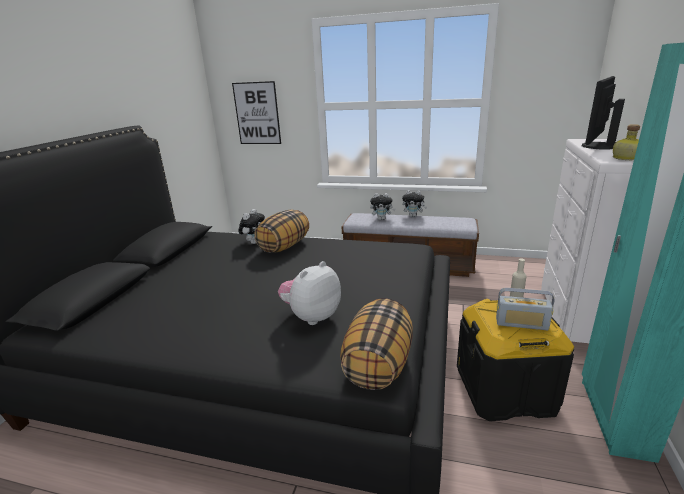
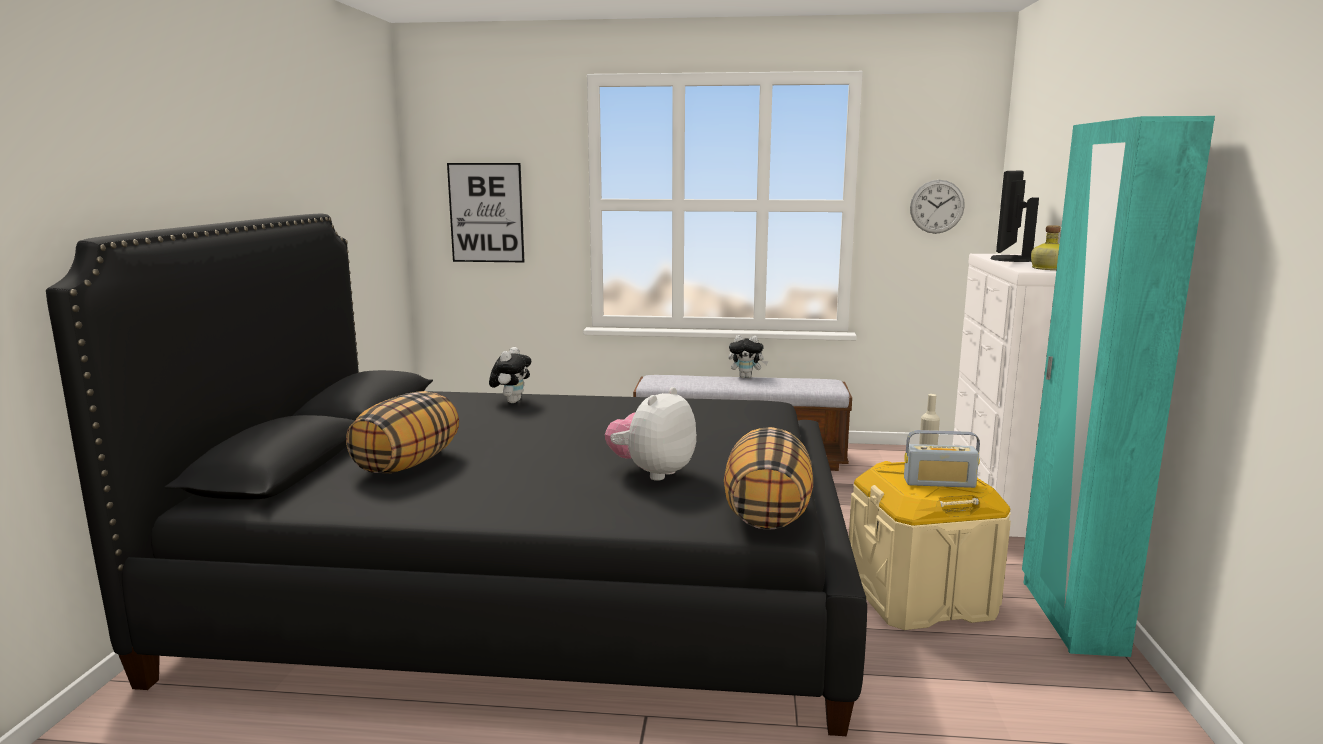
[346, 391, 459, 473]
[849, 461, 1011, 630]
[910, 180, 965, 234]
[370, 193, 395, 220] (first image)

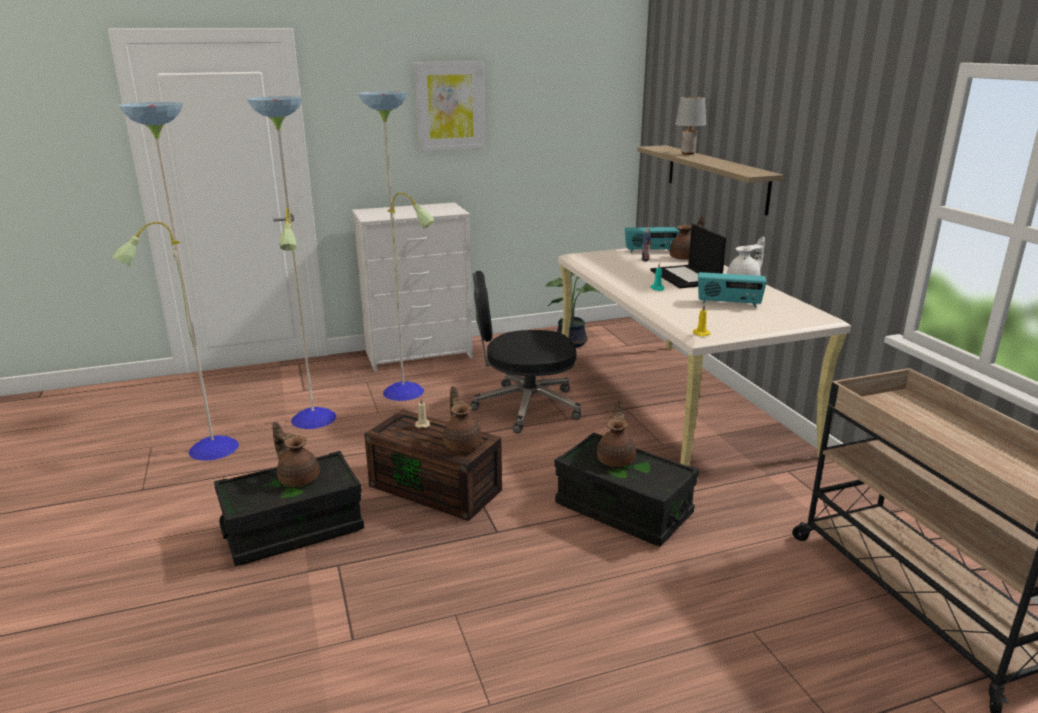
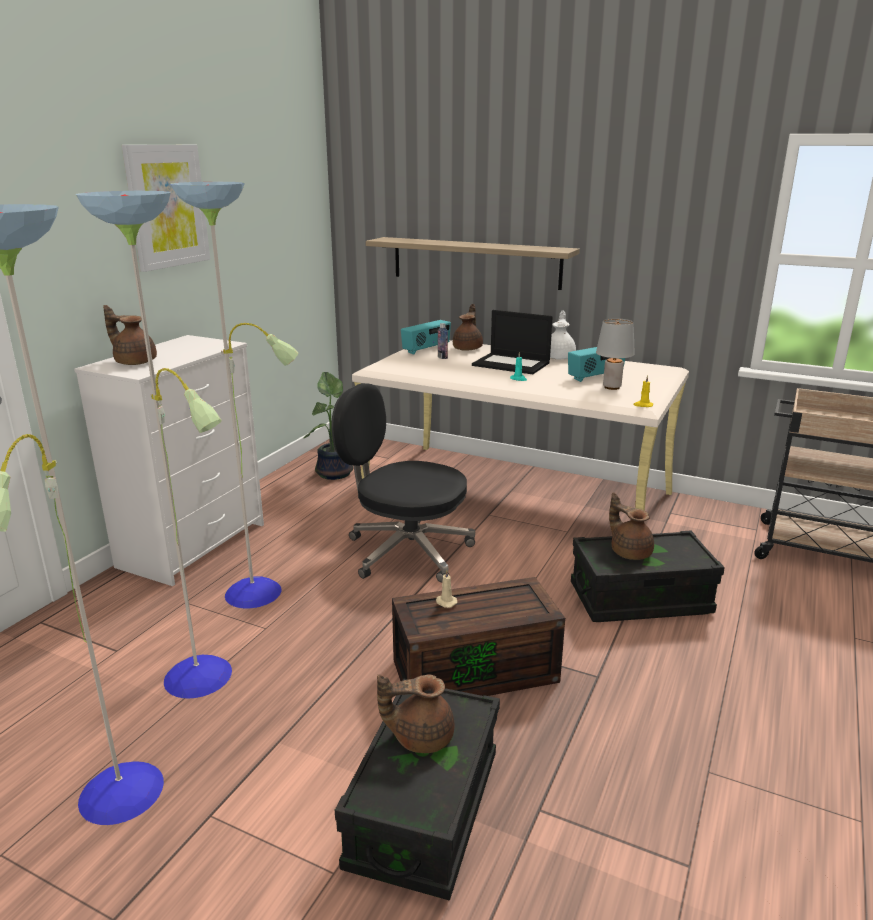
[103, 305, 157, 365]
[332, 383, 475, 582]
[596, 318, 635, 390]

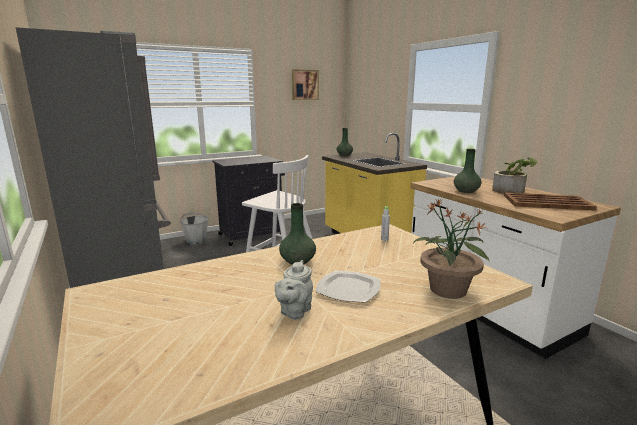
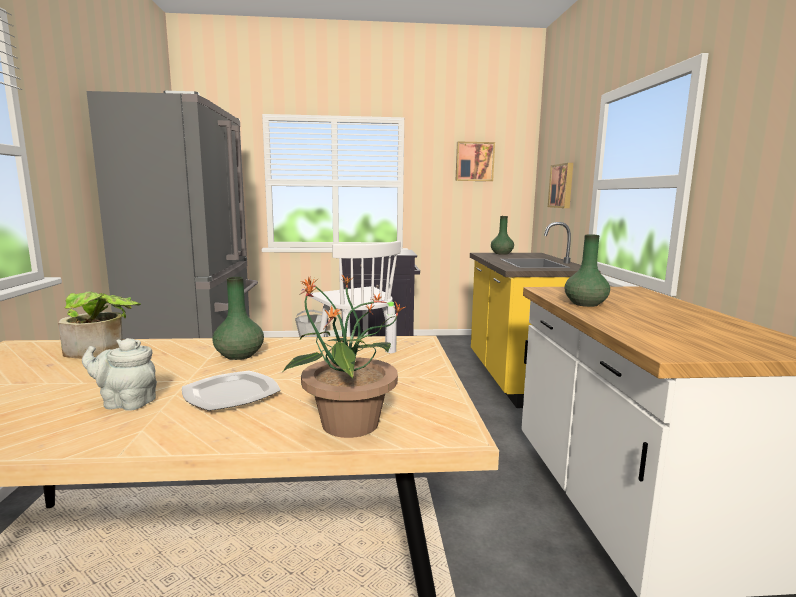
[58, 291, 141, 359]
[82, 338, 157, 411]
[548, 163, 573, 208]
[504, 192, 597, 211] (first image)

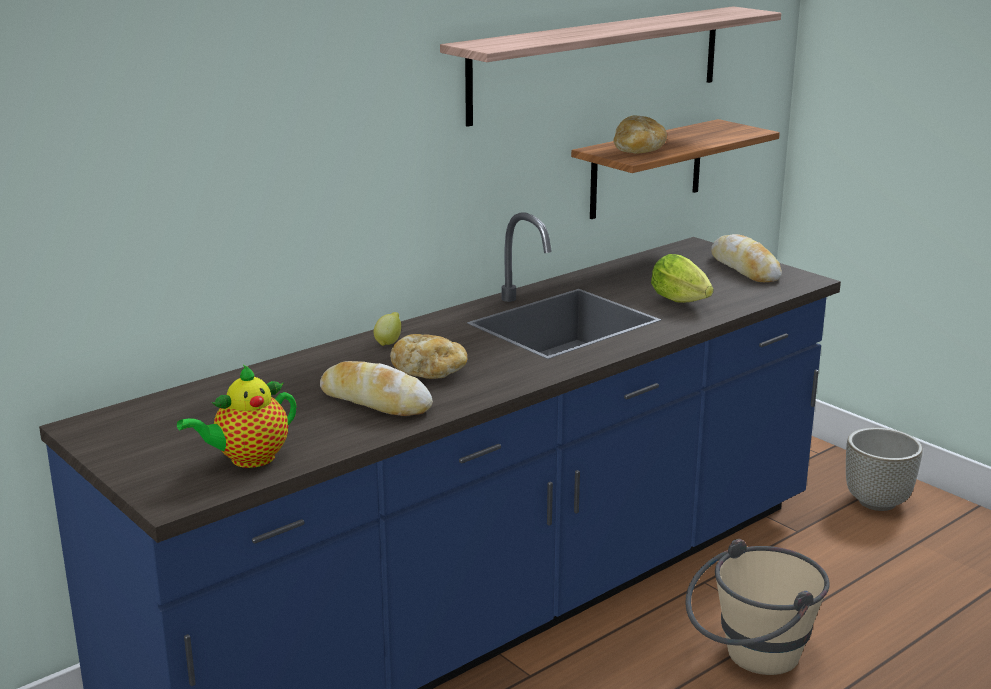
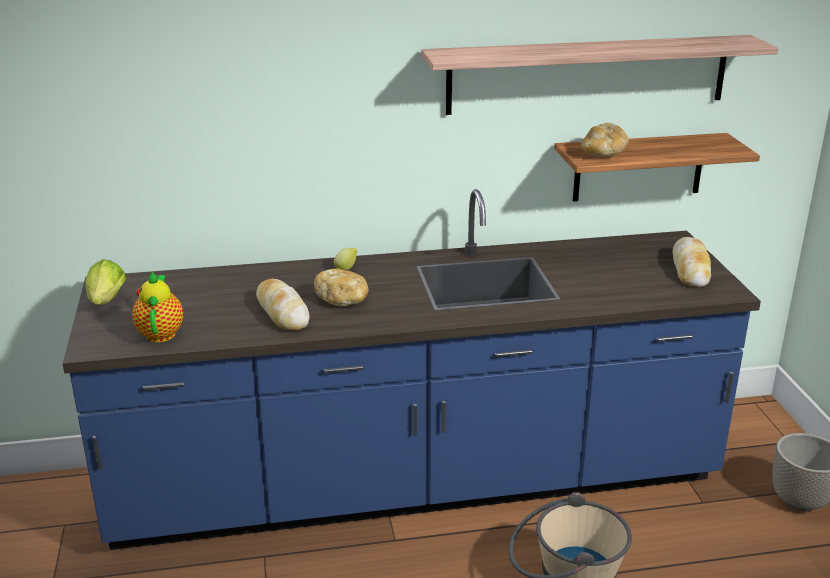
[85, 259, 126, 305]
[132, 271, 183, 343]

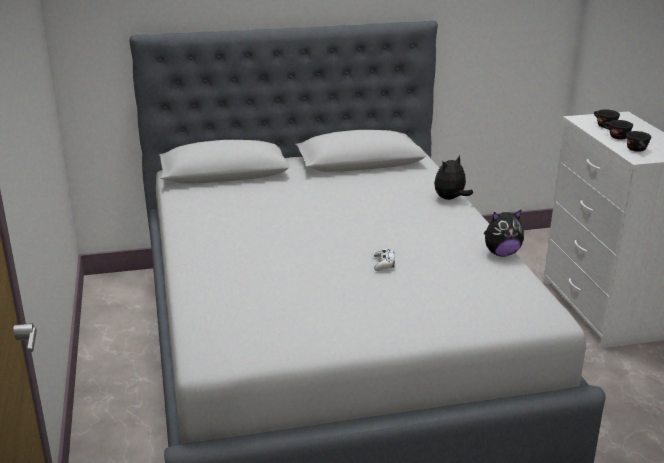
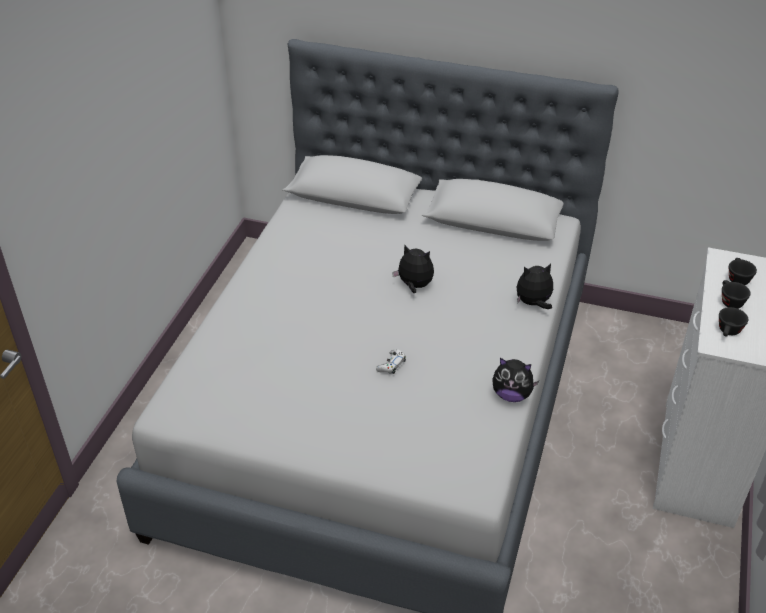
[392, 245, 434, 293]

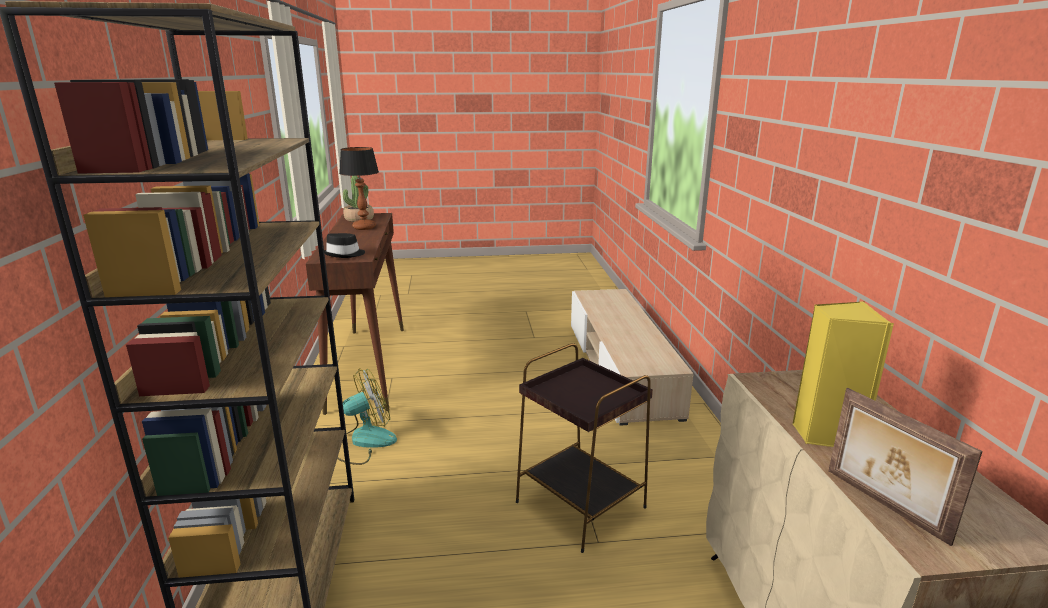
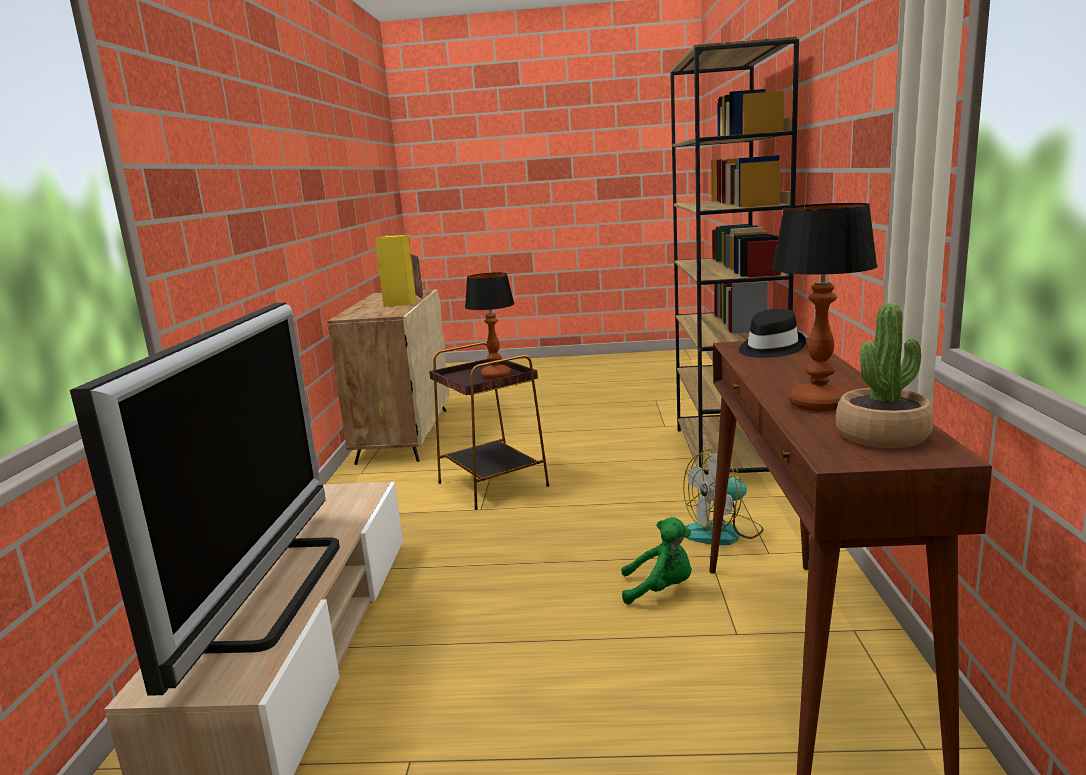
[70, 302, 340, 696]
[465, 272, 515, 379]
[621, 517, 692, 604]

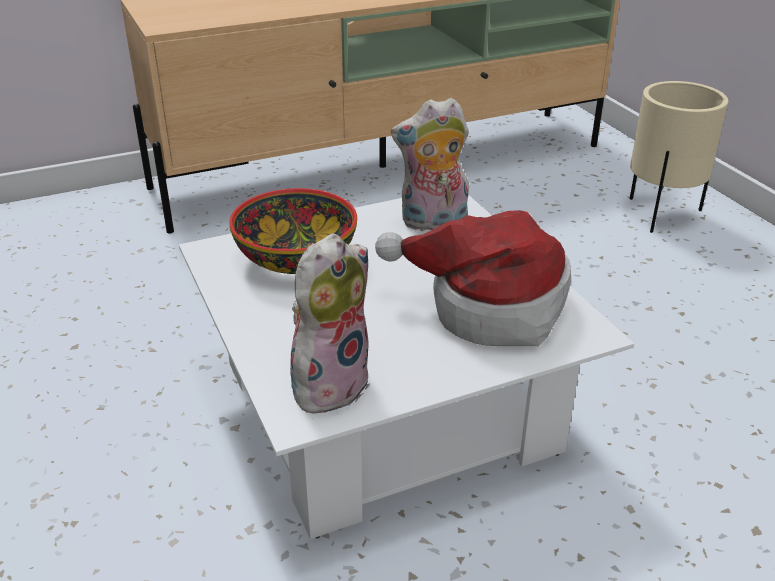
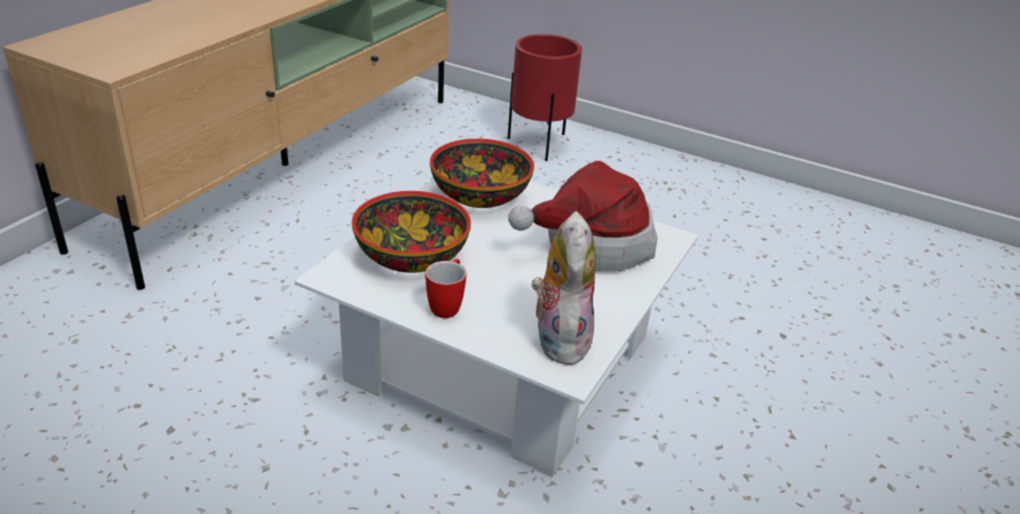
[425, 259, 466, 318]
[430, 139, 534, 208]
[508, 34, 582, 161]

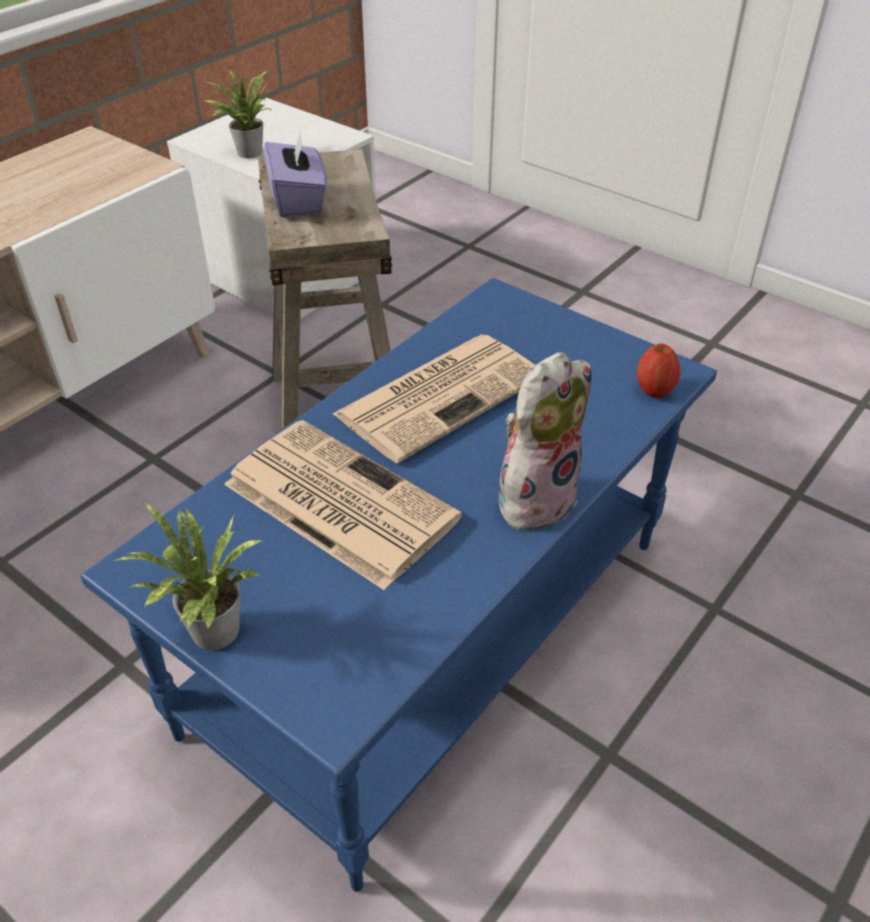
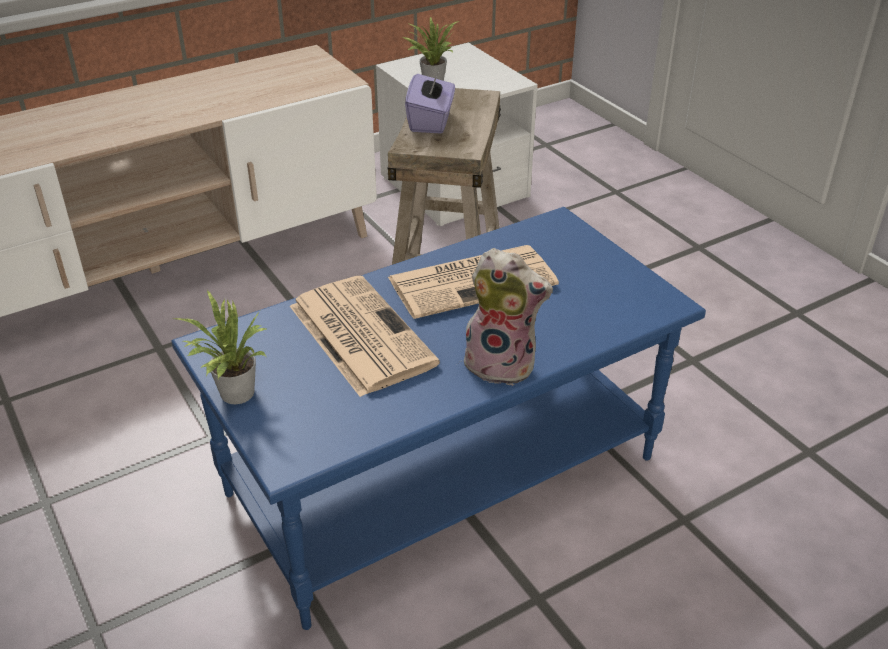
[459, 248, 553, 386]
[637, 343, 680, 398] (first image)

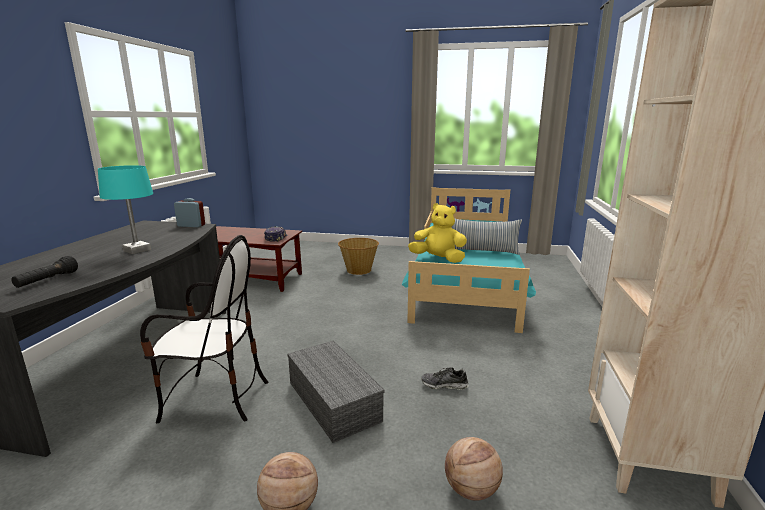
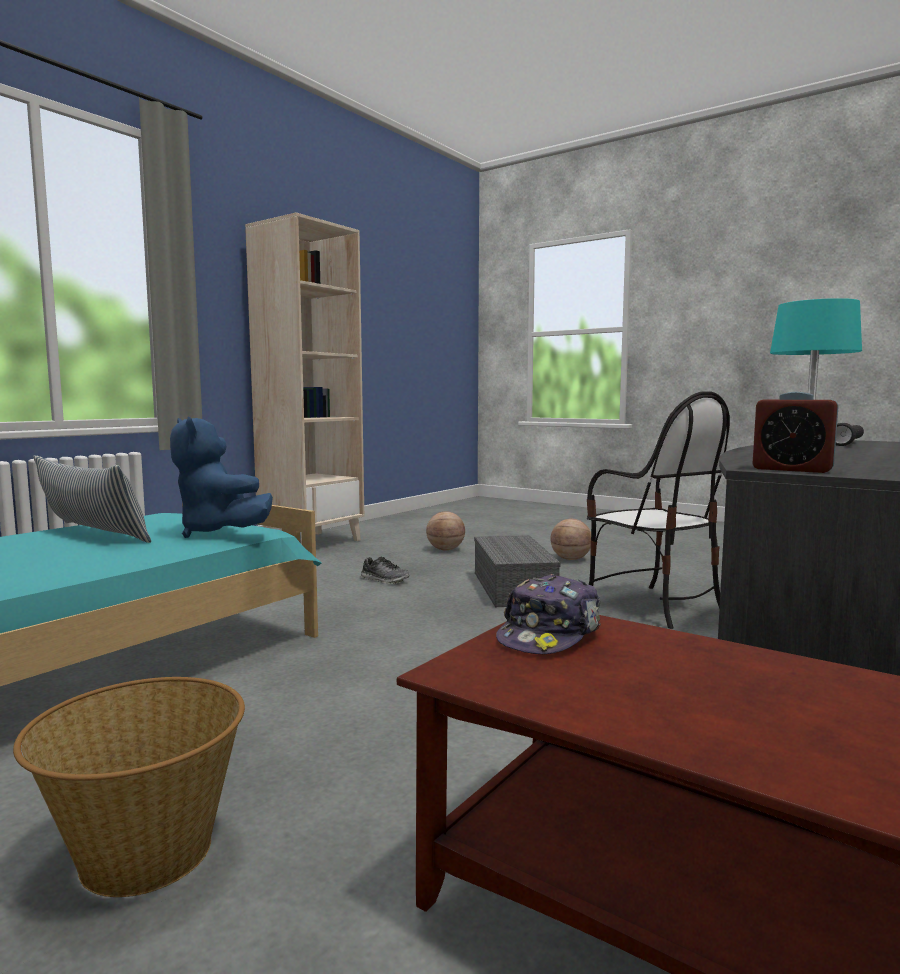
[170, 417, 273, 538]
[587, 391, 730, 629]

